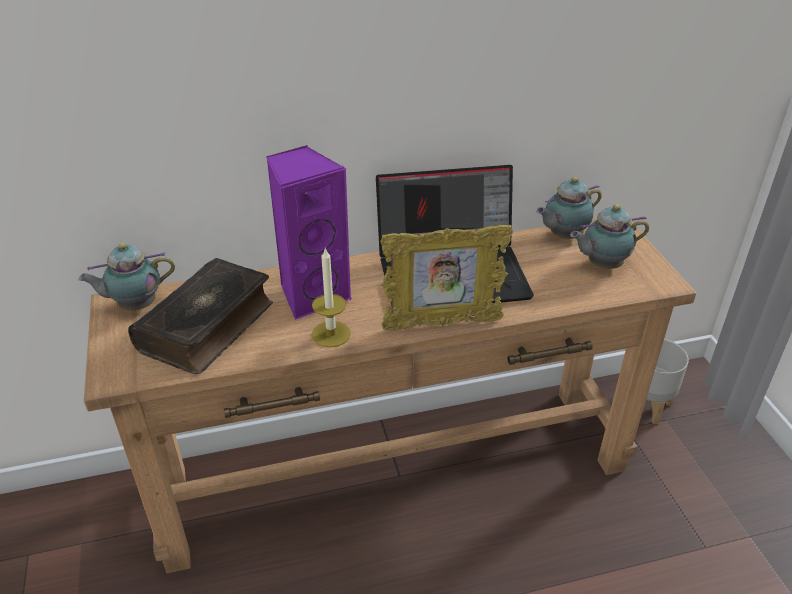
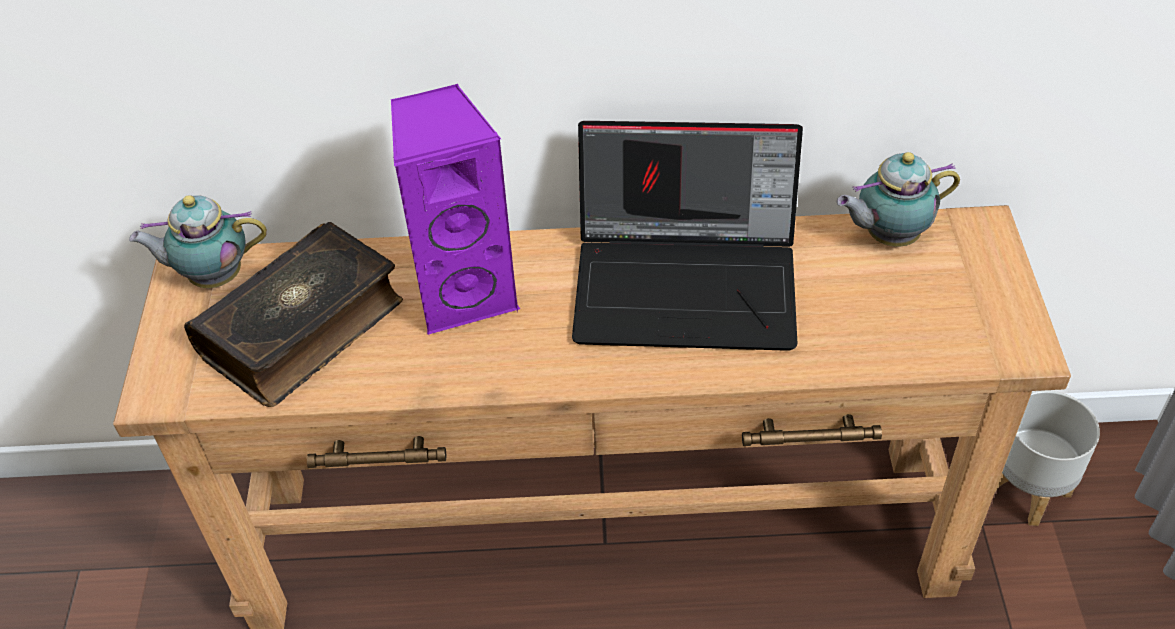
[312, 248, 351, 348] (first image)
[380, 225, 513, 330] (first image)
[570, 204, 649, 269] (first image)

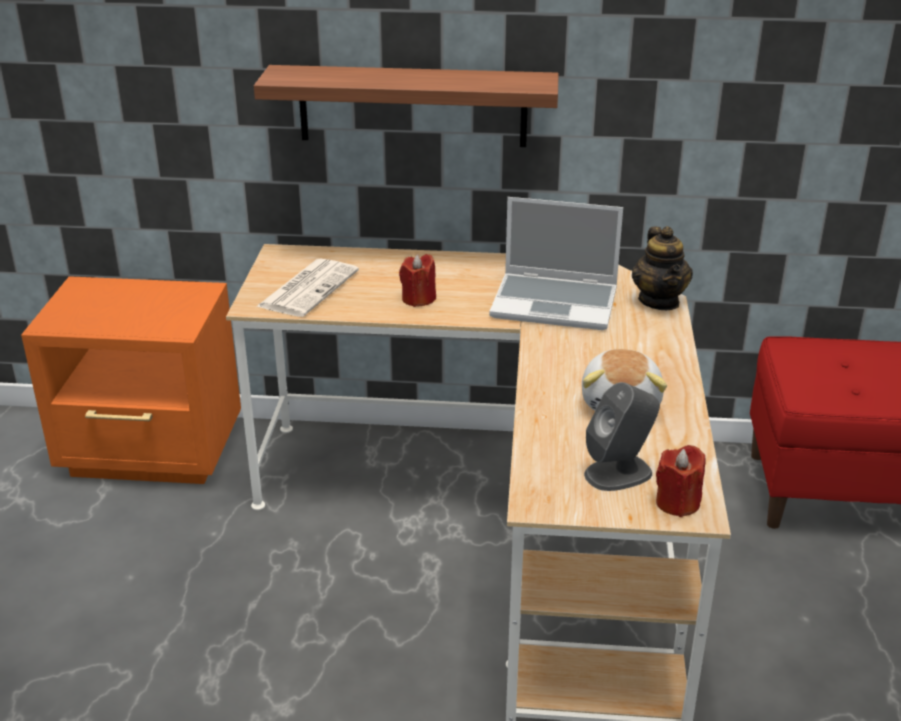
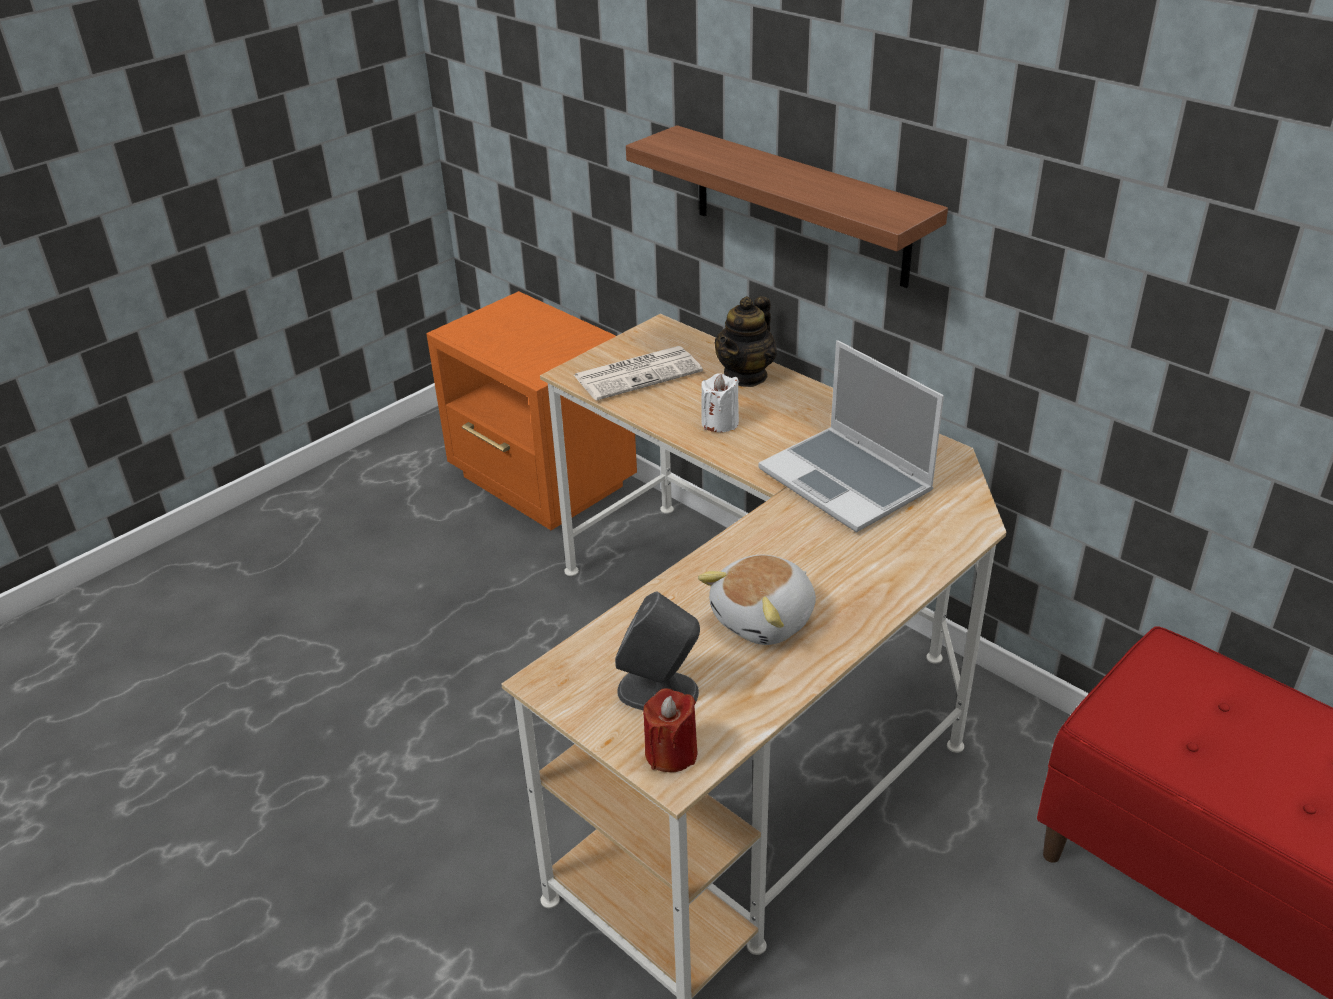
[701, 373, 739, 432]
[715, 296, 777, 387]

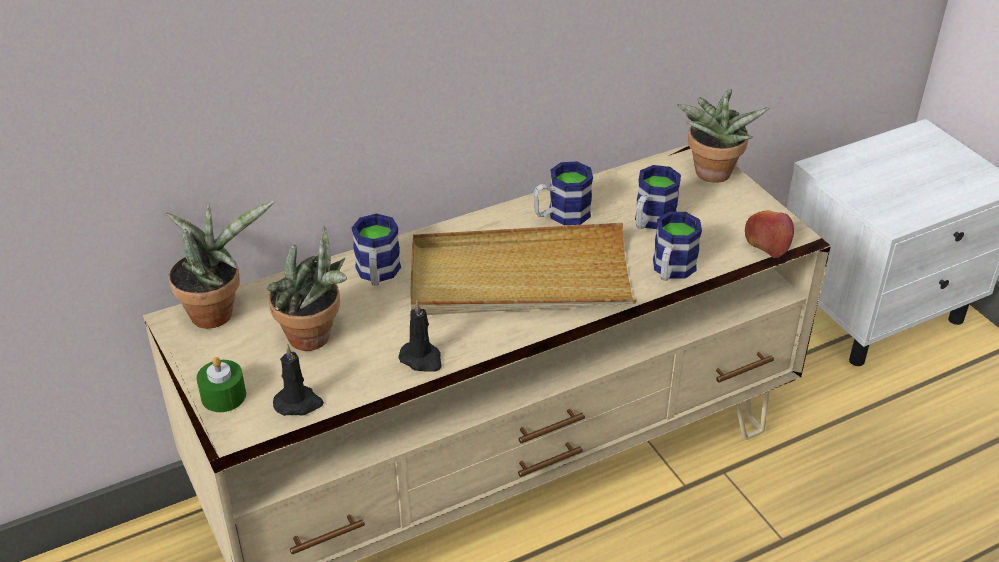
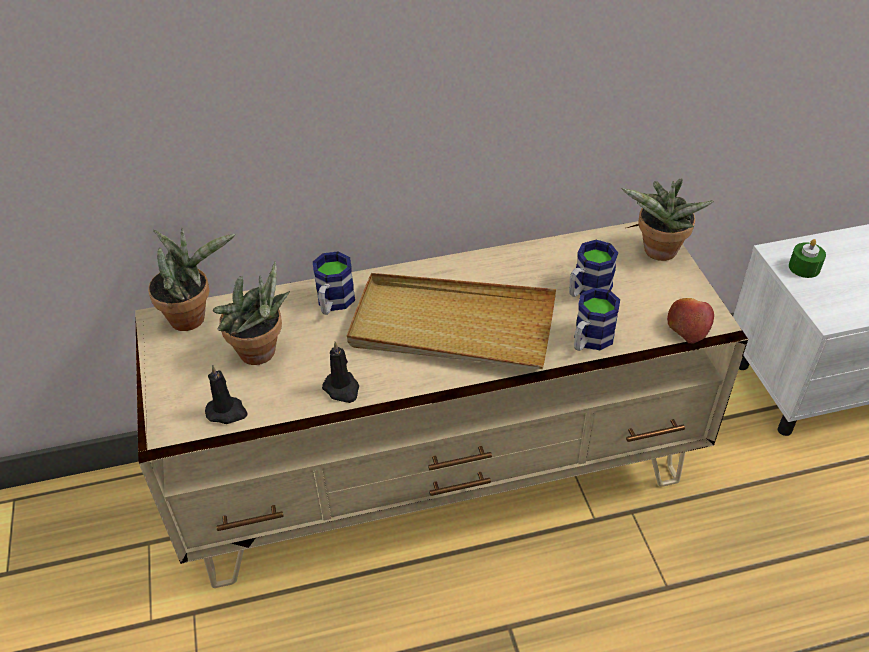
[789, 239, 826, 278]
[534, 162, 593, 225] (first image)

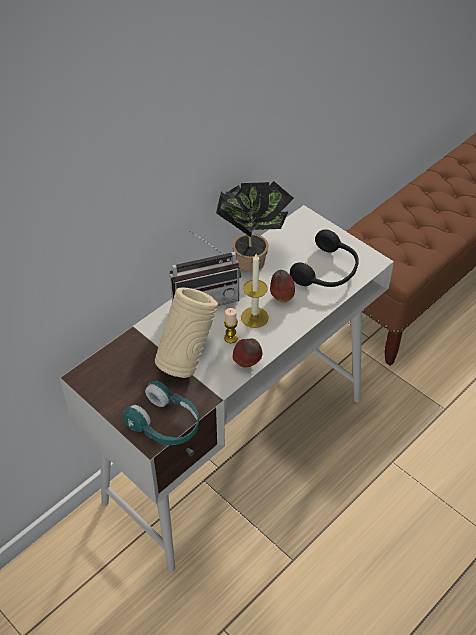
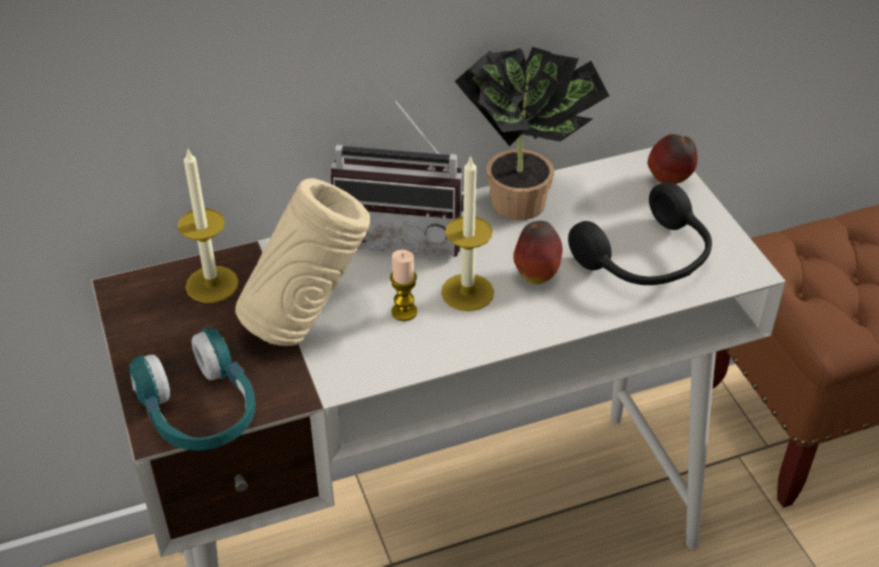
[178, 150, 239, 303]
[648, 134, 698, 184]

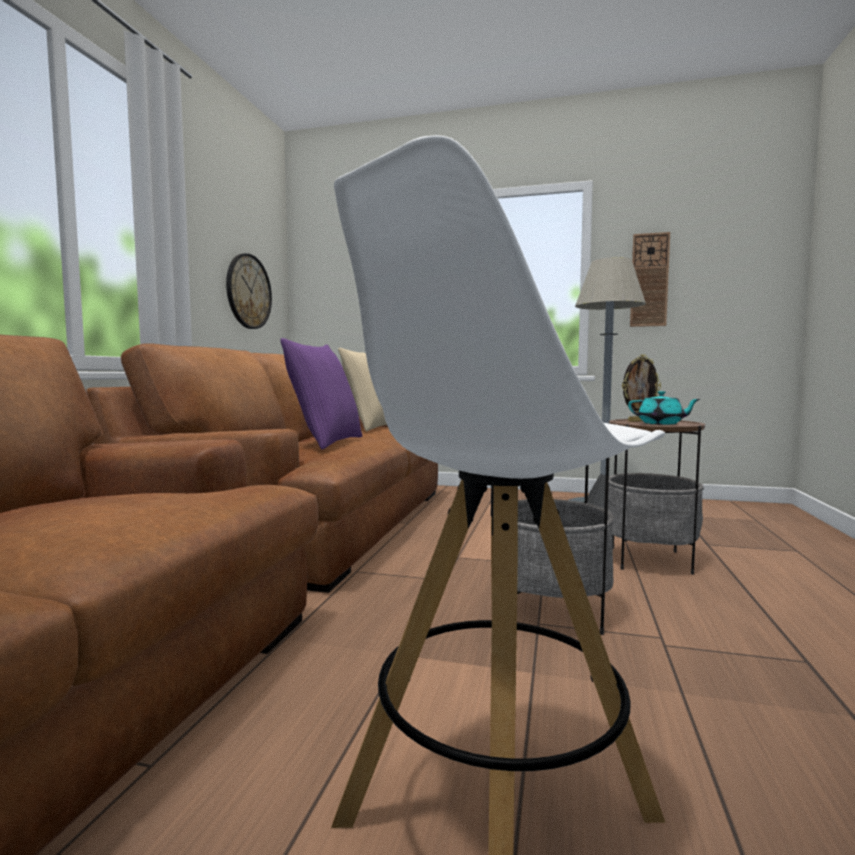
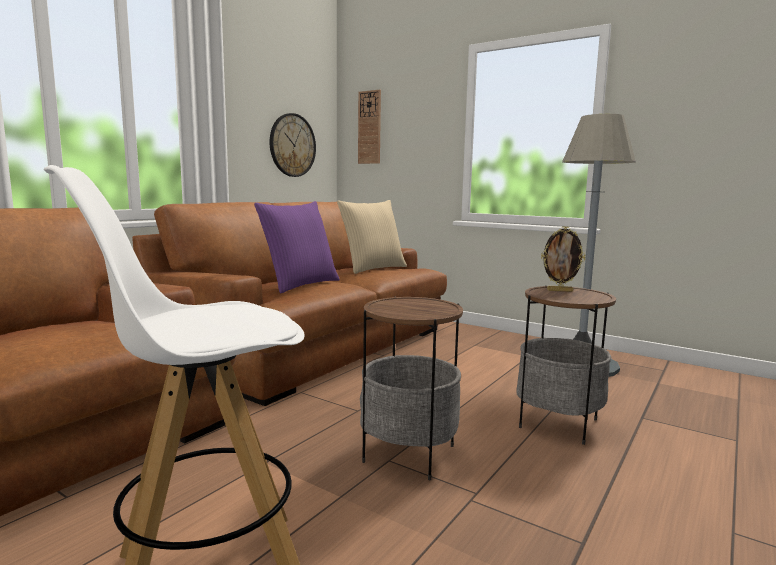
[358, 89, 381, 164]
[628, 391, 700, 425] (first image)

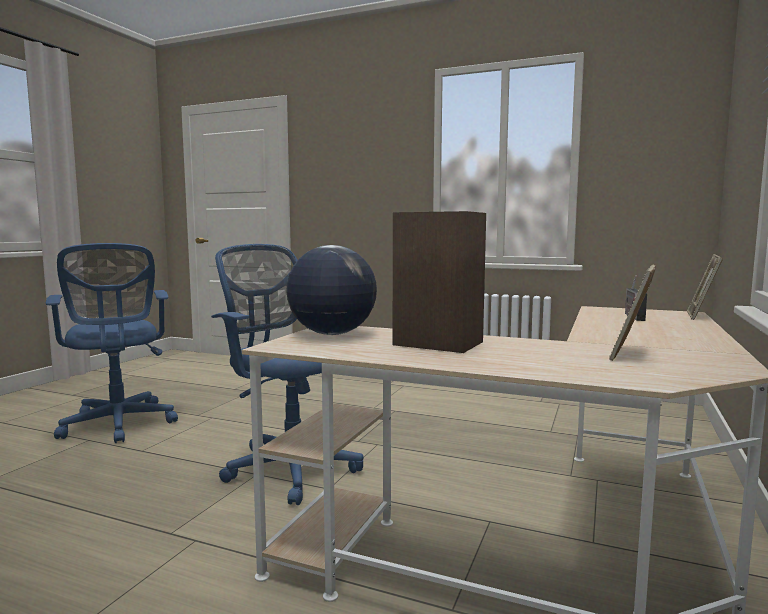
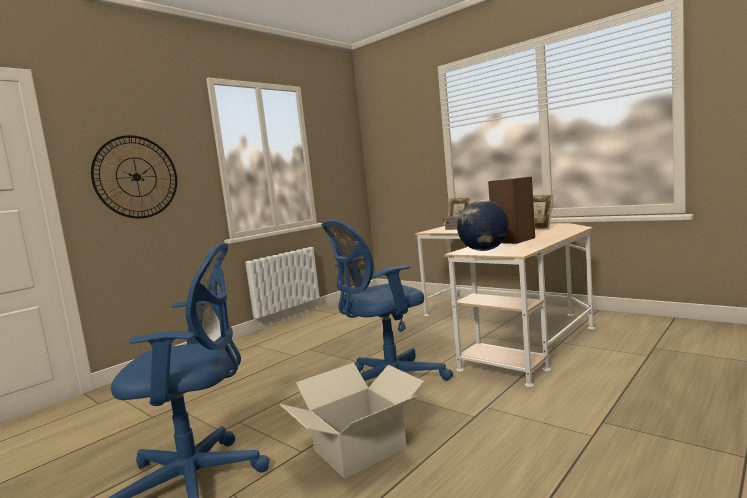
[91, 135, 177, 219]
[279, 363, 424, 479]

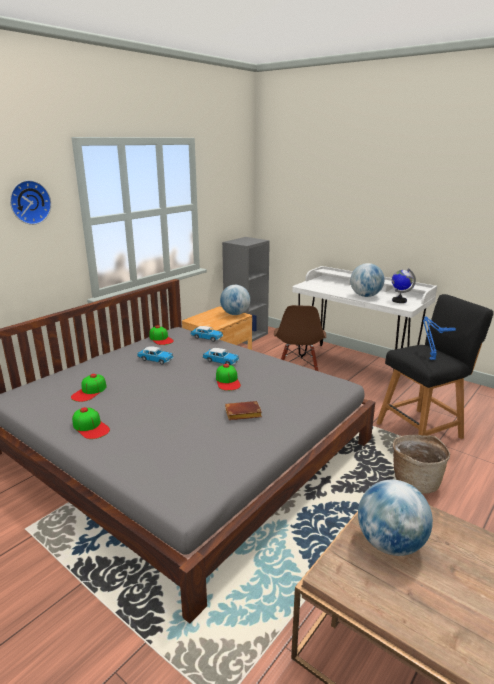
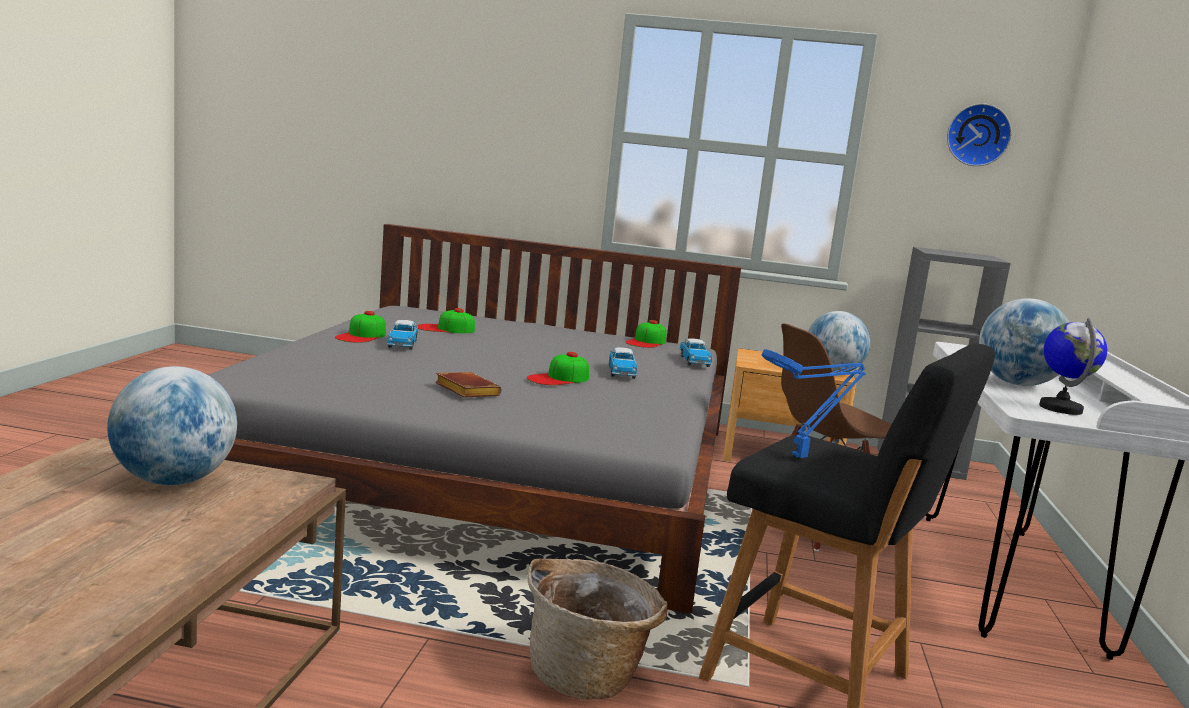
[387, 320, 418, 350]
[947, 103, 1012, 166]

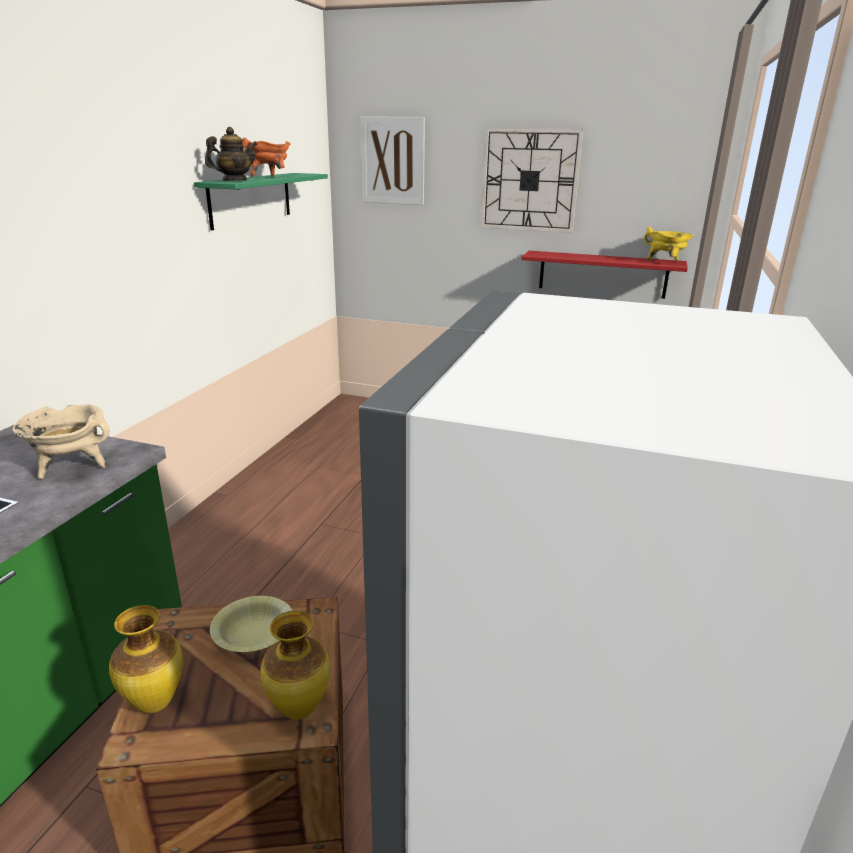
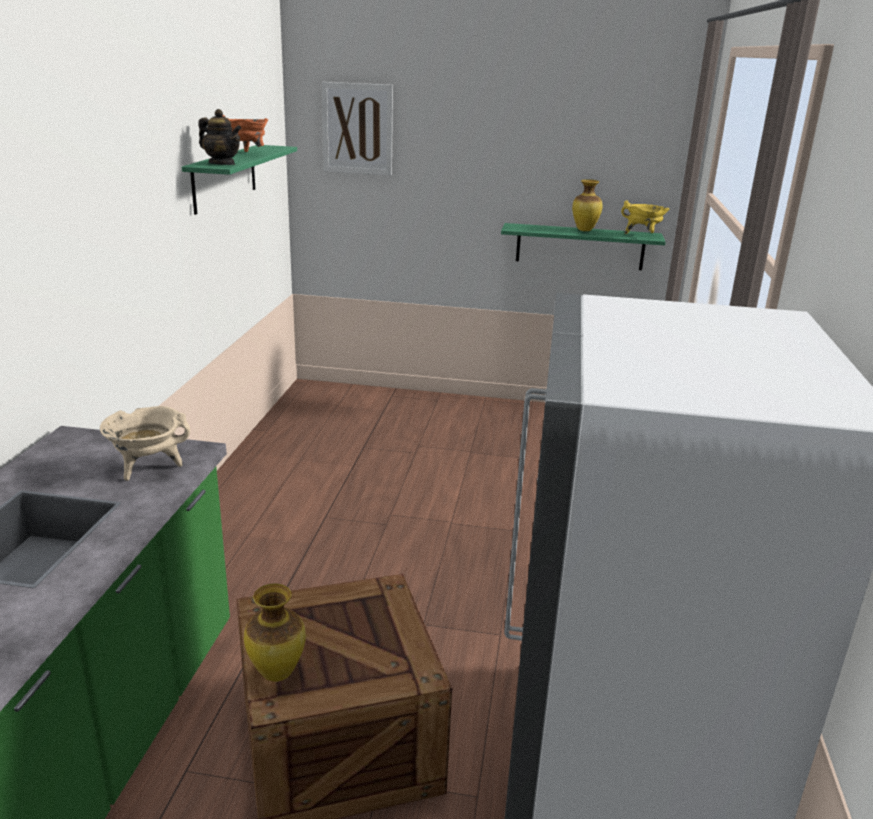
[198, 109, 241, 165]
[501, 223, 666, 270]
[572, 179, 603, 231]
[210, 596, 293, 652] (first image)
[481, 128, 583, 233] (first image)

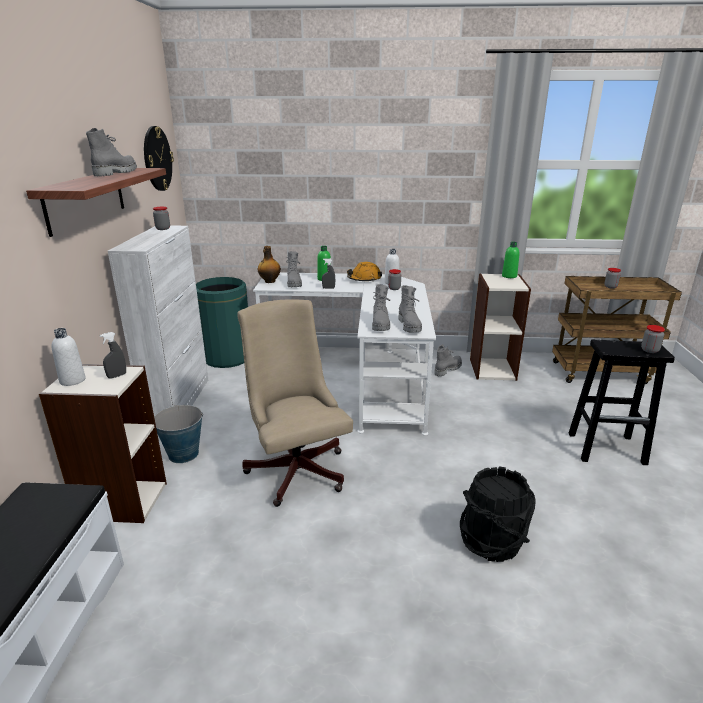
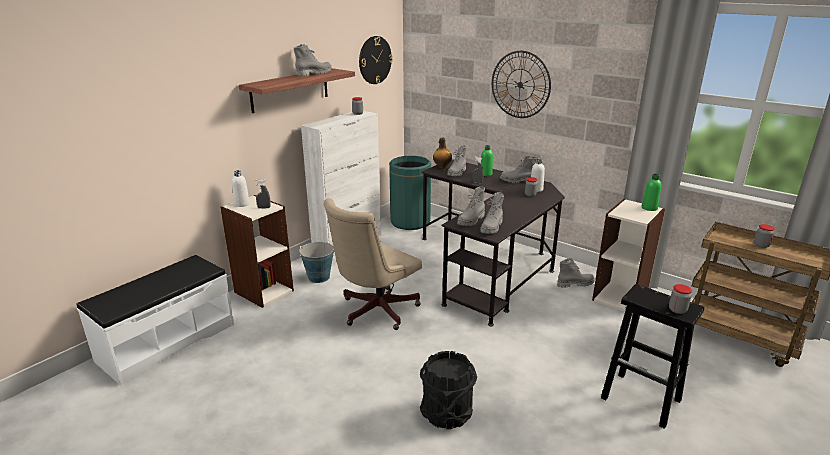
[324, 198, 422, 330]
[421, 159, 565, 326]
[492, 51, 551, 118]
[500, 156, 539, 183]

